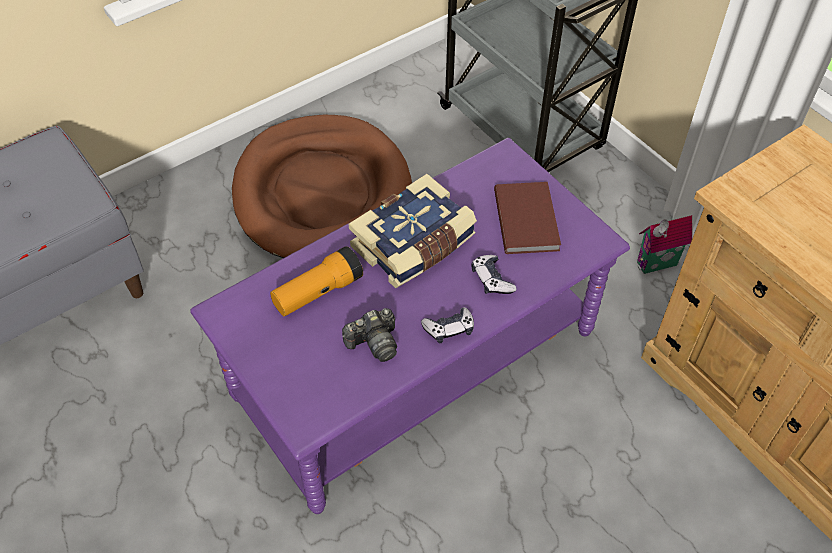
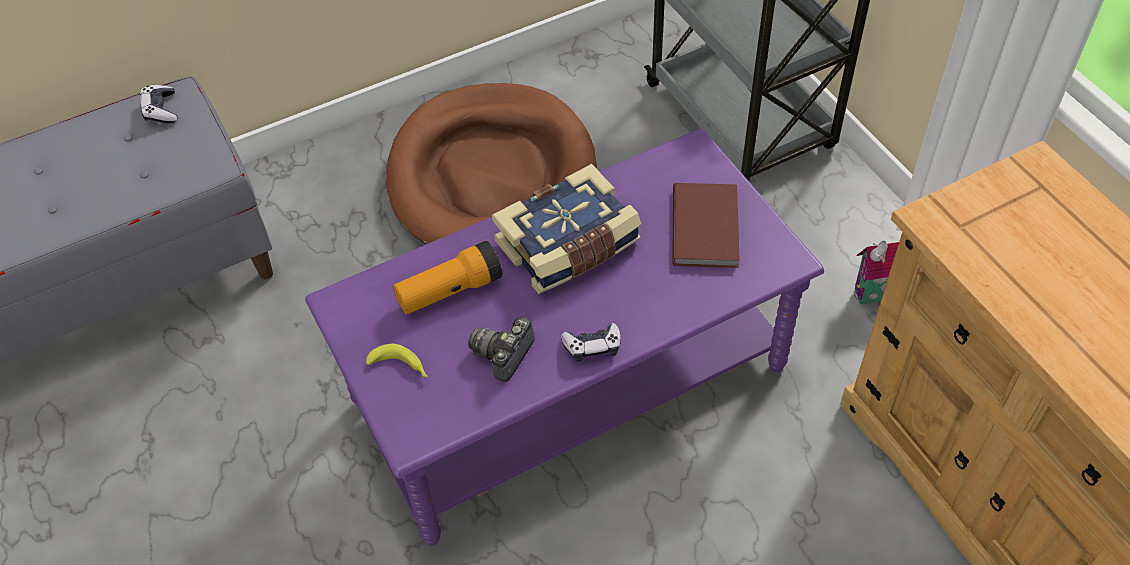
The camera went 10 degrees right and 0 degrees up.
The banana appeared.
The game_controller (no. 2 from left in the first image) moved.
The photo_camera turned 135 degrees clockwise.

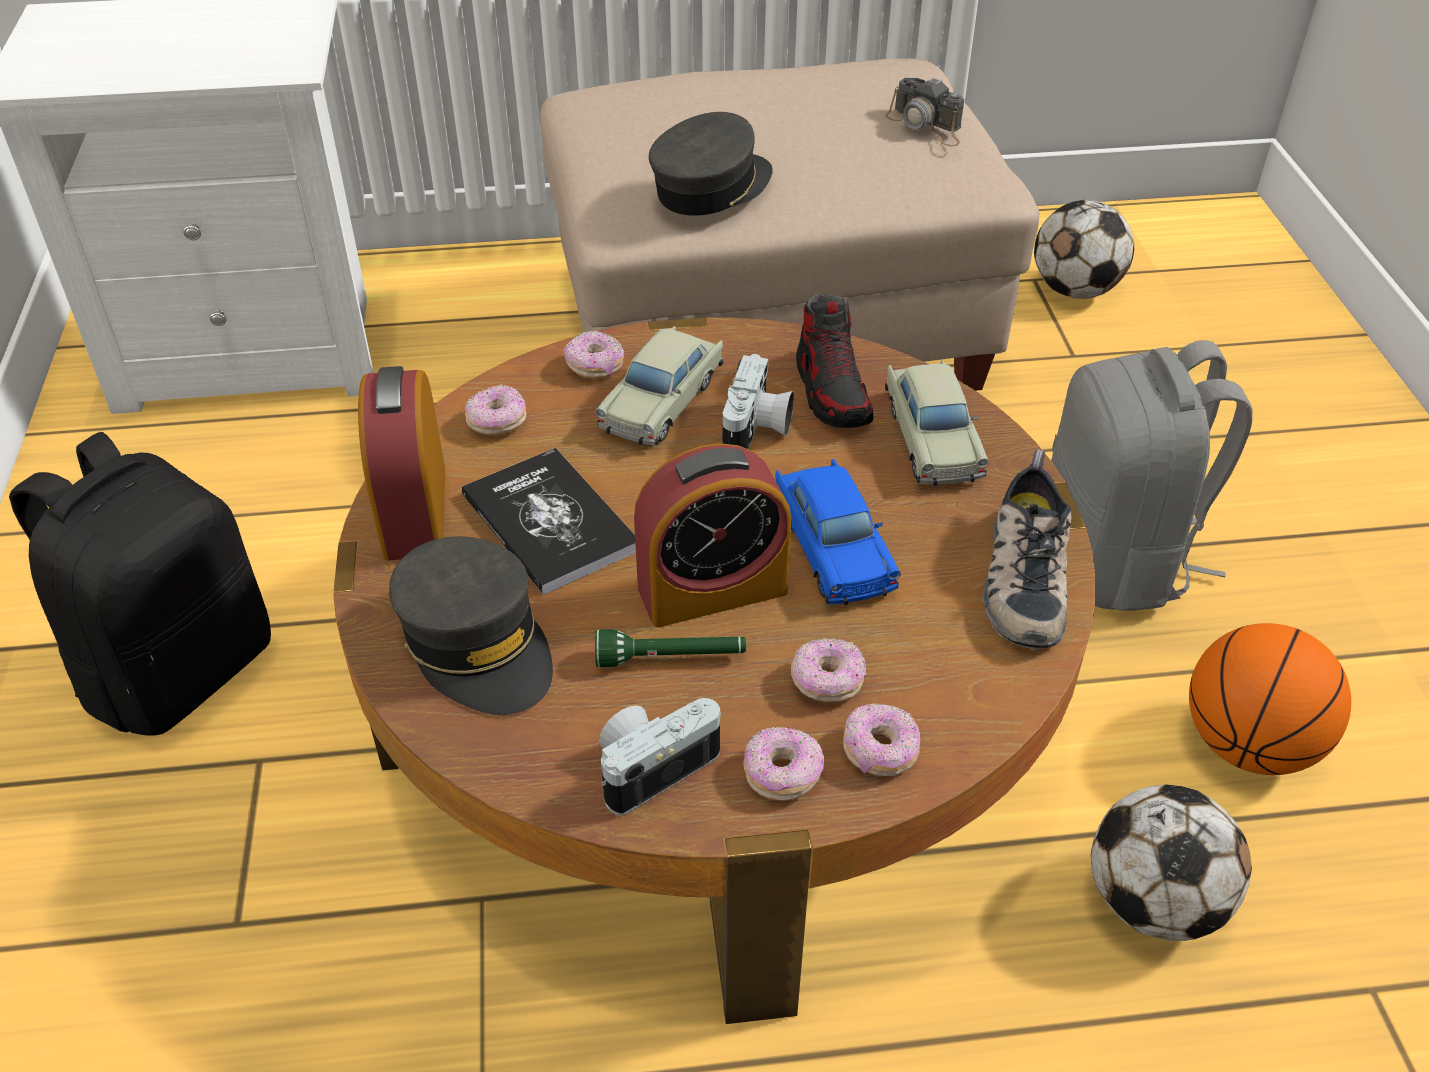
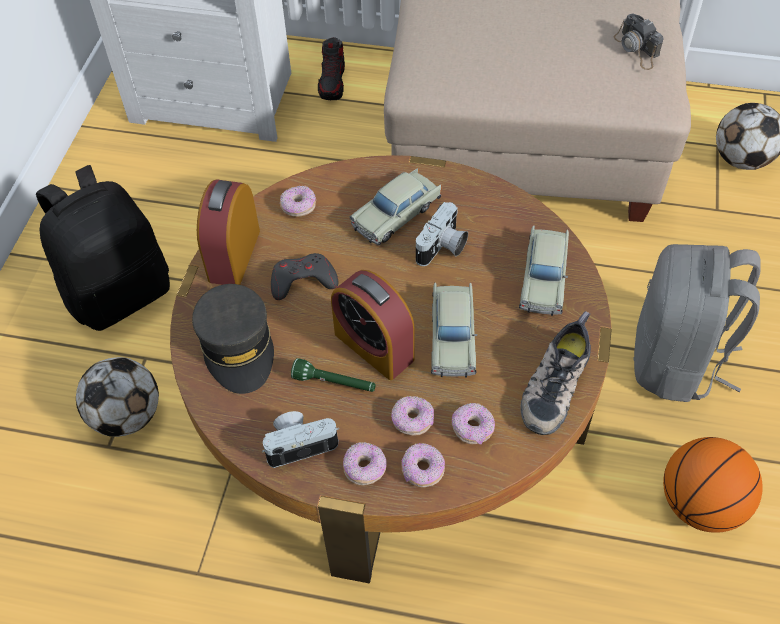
The camera went 20 degrees right and 10 degrees up.
The grey_cap (no. 2 from left) disappeared.
The donut (no. 2 from left in the first image) moved.
The shoe (no. 1 from left) moved.
The football (no. 2 from left in the first image) moved.
The book was replaced by the grey_game_controller.
The blue_toy_car became the beige_toy_car (no. 2 from left).
The alarm_clock (no. 2 from left) turned 45 degrees clockwise.

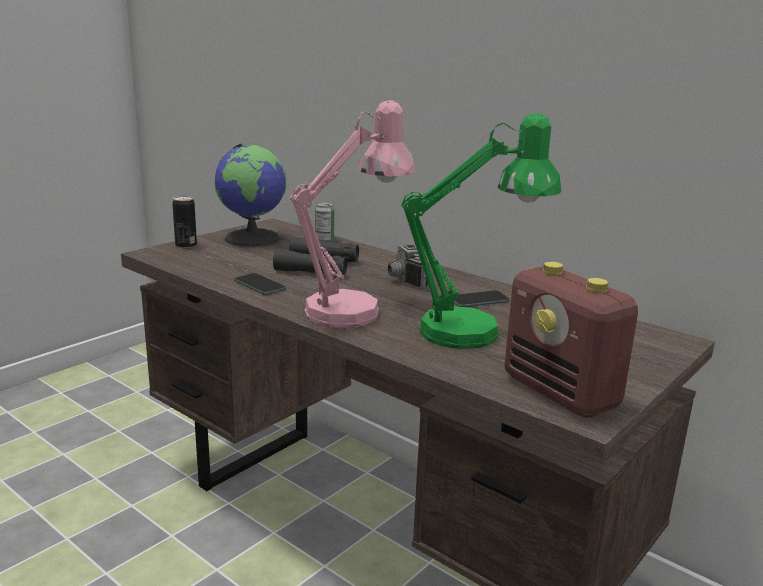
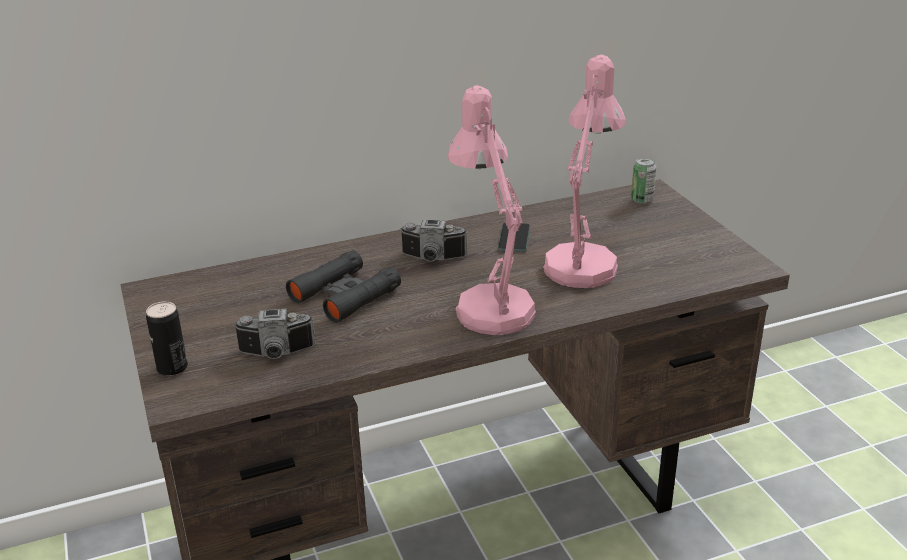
The camera went 60 degrees left and 10 degrees up.
The globe disappeared.
The phone (no. 1 from left) disappeared.
The radio disappeared.
The photo_camera (no. 1 from left) appeared.
The can (no. 2 from left) moved.
The green_table_lamp became the pink_table_lamp (no. 2 from left).

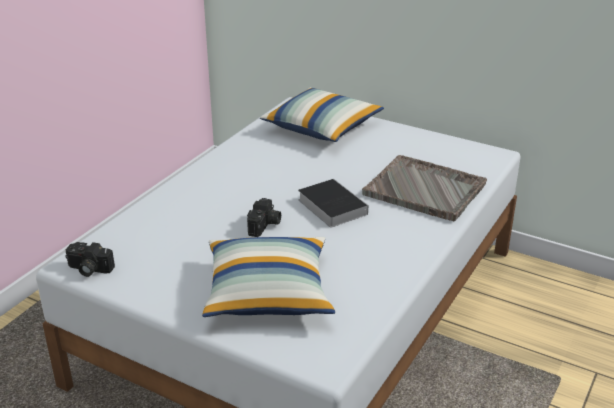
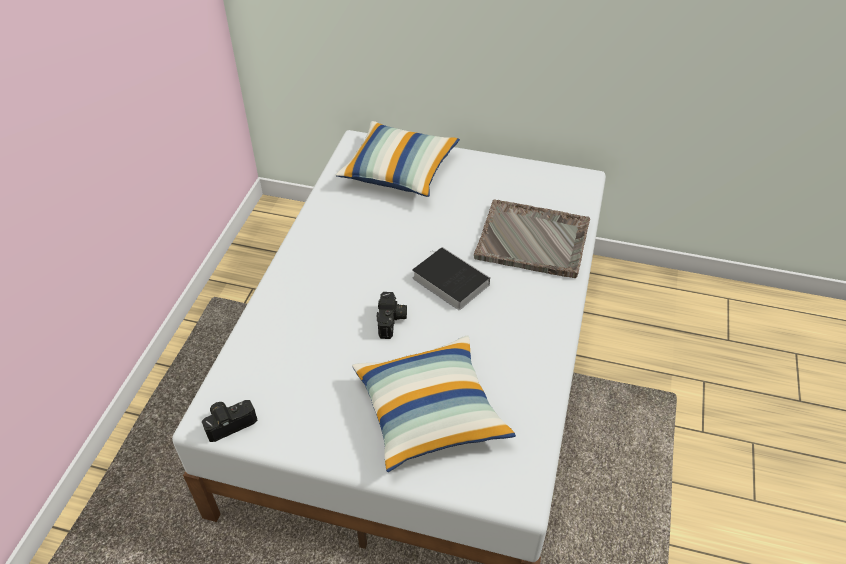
The camera went 15 degrees left and 15 degrees up.
The photo_camera (no. 1 from left) turned 150 degrees clockwise.

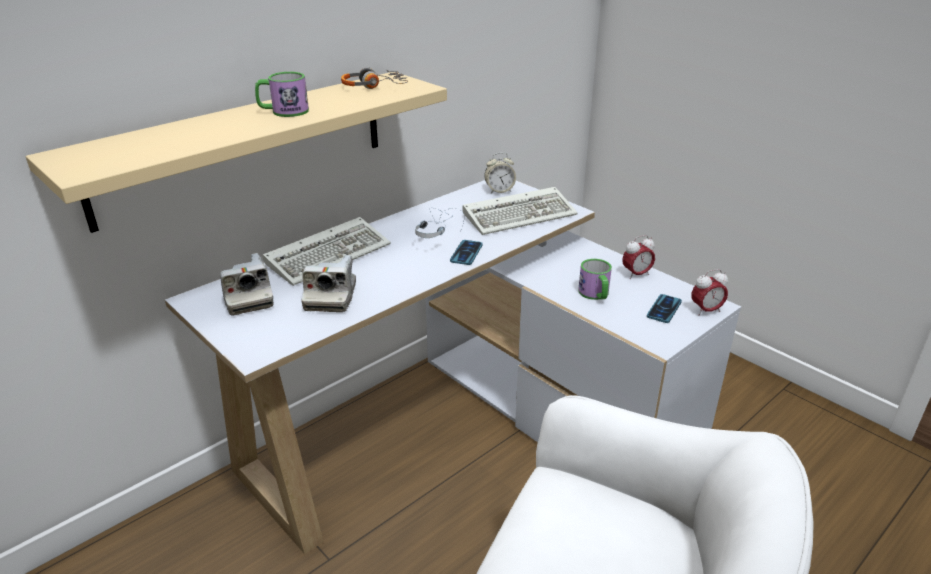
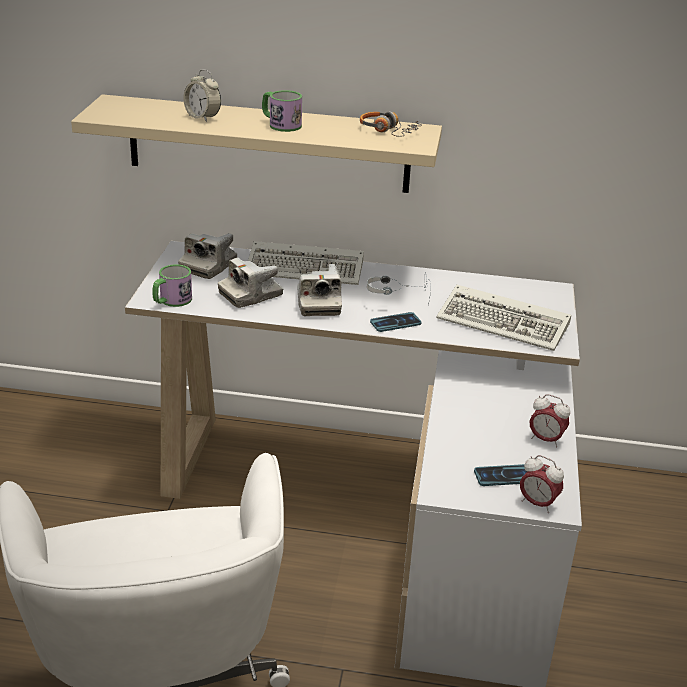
The camera went 50 degrees right and 0 degrees up.
The photo_camera (no. 3 from left) appeared.
The alarm_clock (no. 1 from left) moved.
The mug (no. 2 from left in the first image) moved.

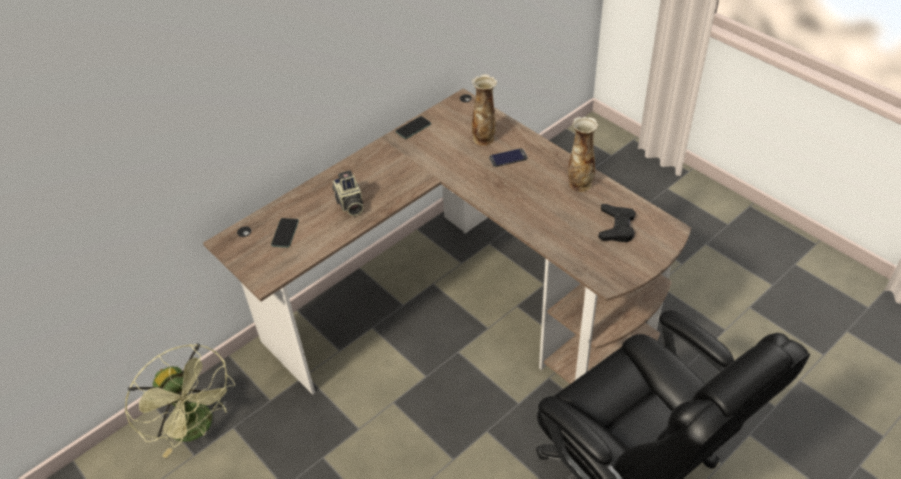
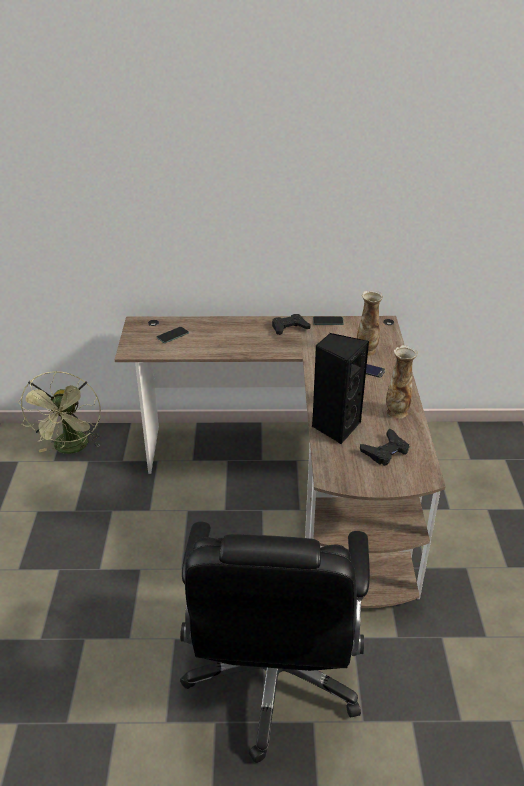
The camera went 40 degrees right and 10 degrees down.
The photo_camera disappeared.
The black_game_controller (no. 1 from left) appeared.
The black_speaker appeared.

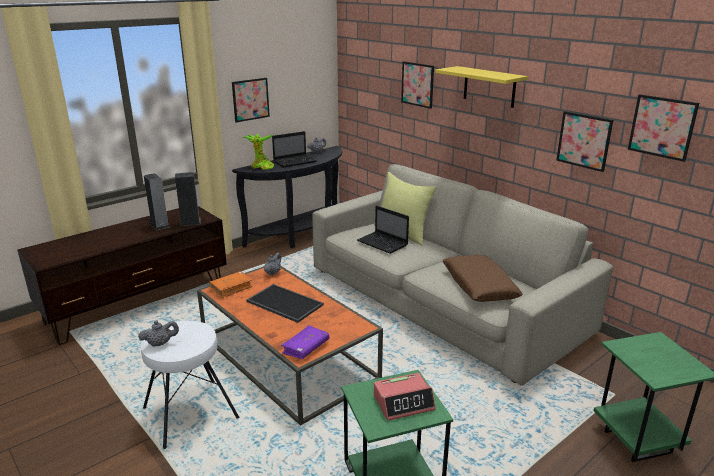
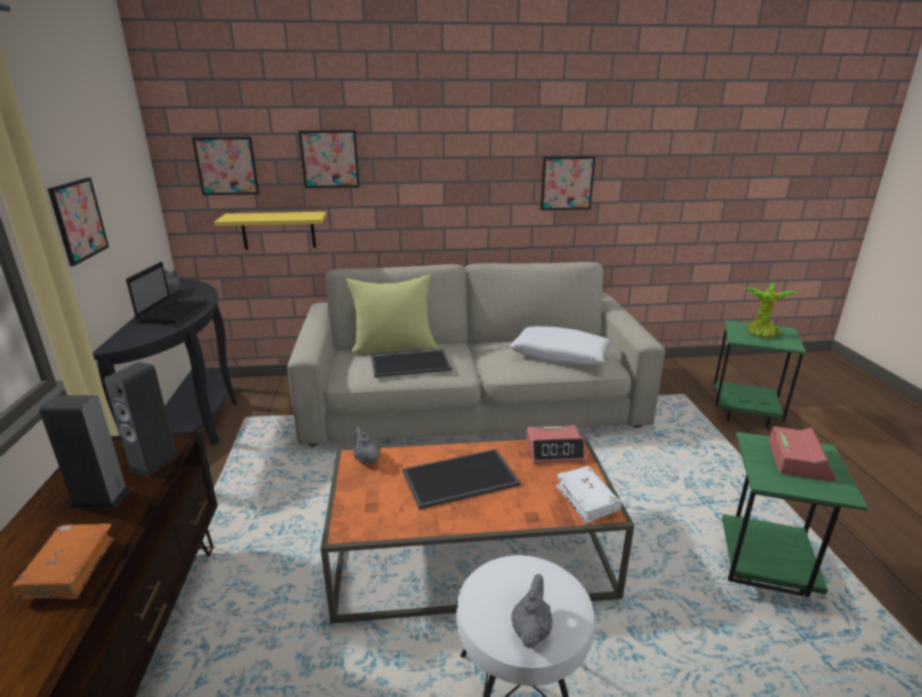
The camera went 55 degrees left and 0 degrees up.
The alarm_clock (no. 1 from left) appeared.
The orange_book moved.
The potted_plant moved.
The yellow_shelf moved.
The picture (no. 4 from left in the first image) moved.
The laptop (no. 2 from left) was replaced by the tray (no. 1 from left).
The purple_book became the white_book.
The brown_pillow became the white_pillow.

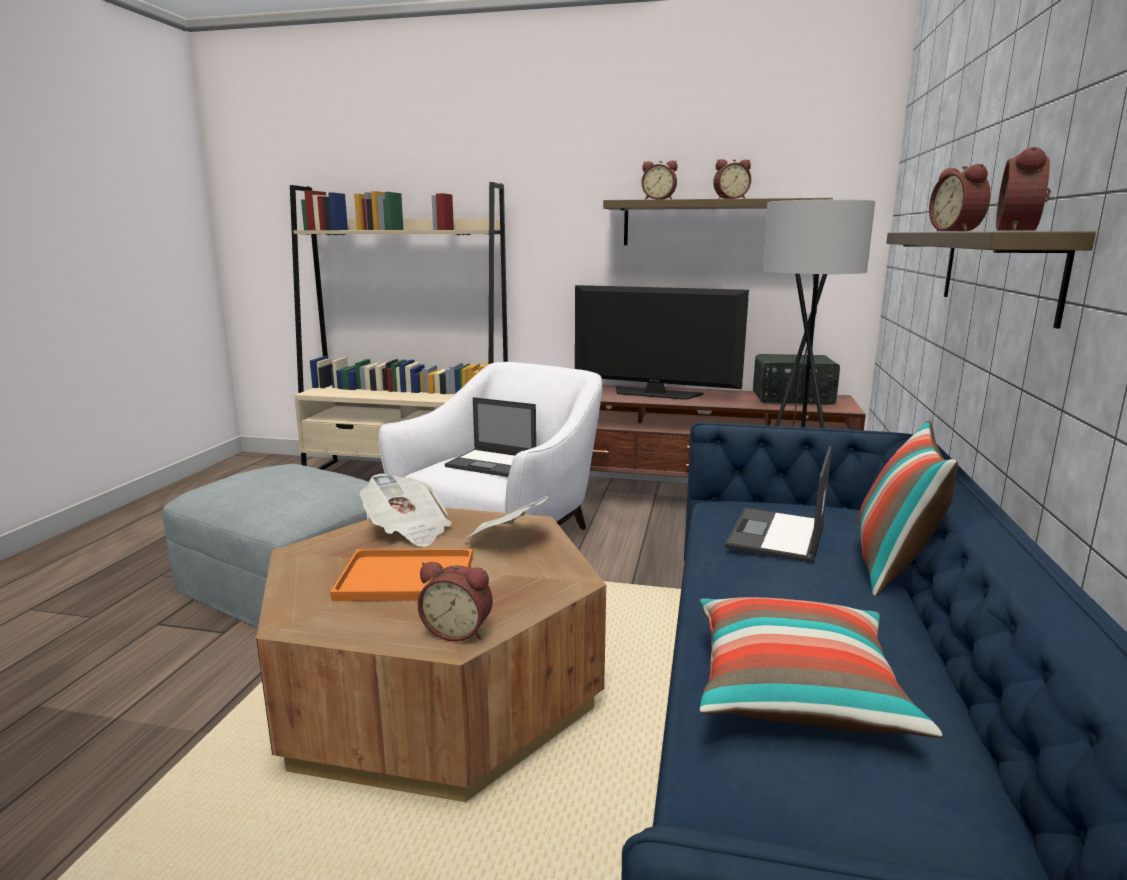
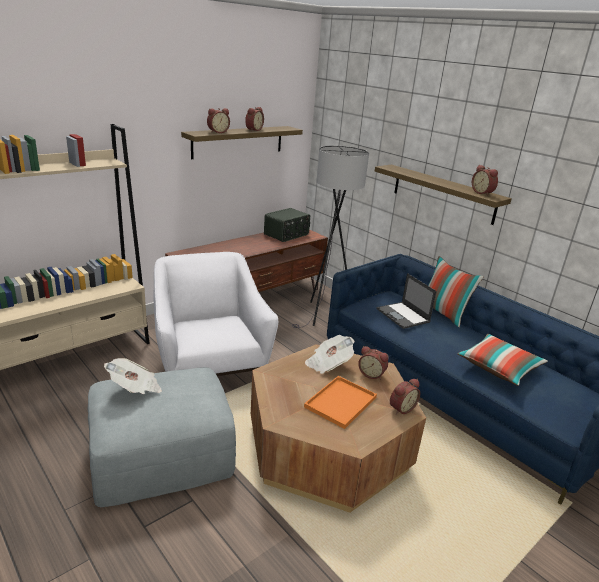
The camera went 55 degrees left and 10 degrees up.
The laptop (no. 1 from left) disappeared.
The television disappeared.
The newspaper (no. 1 from left) moved.
The alarm_clock (no. 4 from left in the first image) moved.

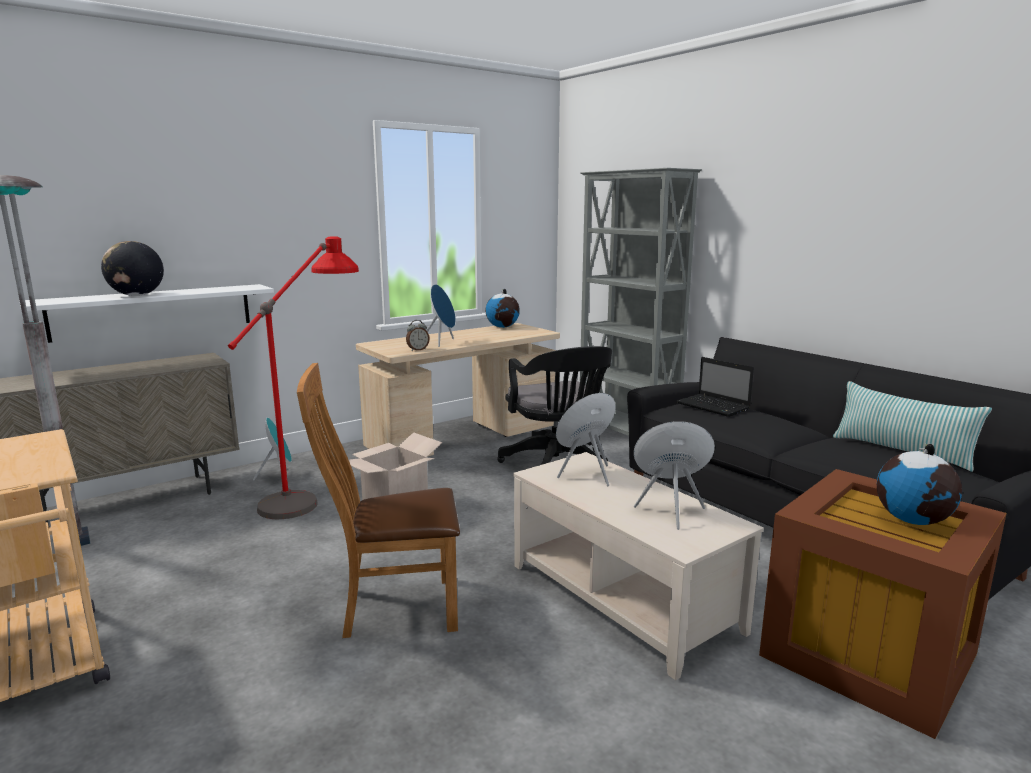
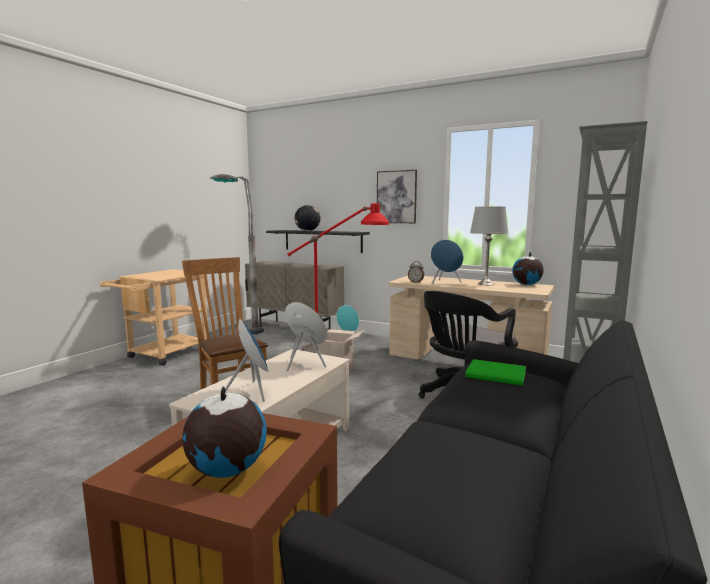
The camera went 65 degrees right and 5 degrees down.
The pillow disappeared.
The picture appeared.
The grey_table_lamp appeared.
The laptop was replaced by the green_book.
The white_shelf became the black_shelf.

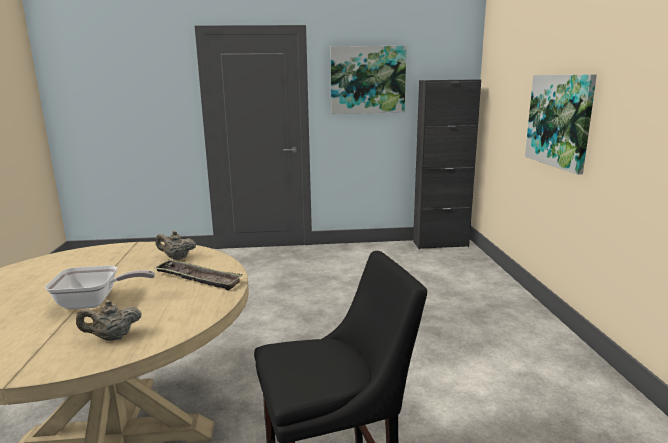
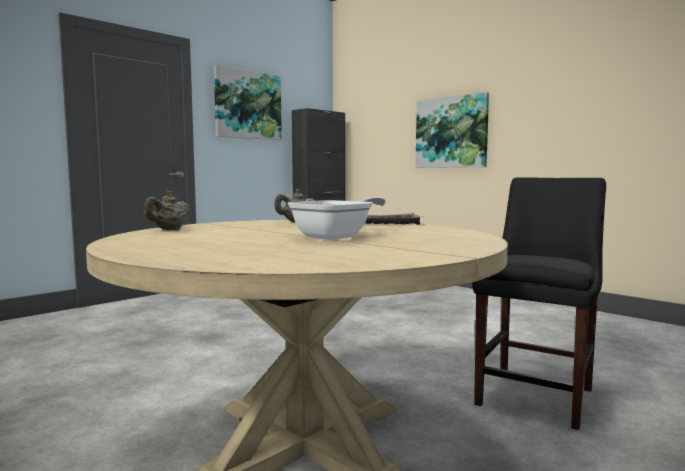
The camera went 40 degrees left and 10 degrees down.
The beige_teapot (no. 1 from left) moved.

